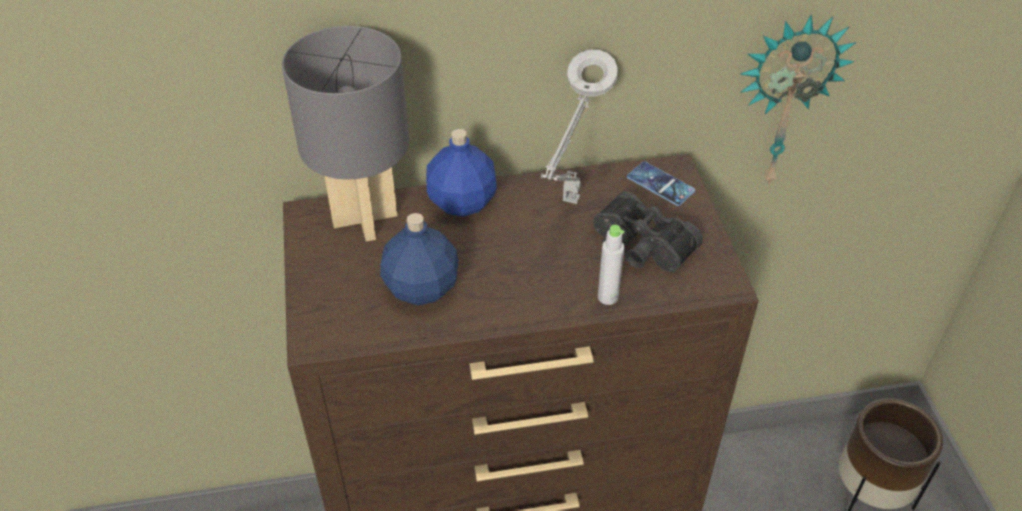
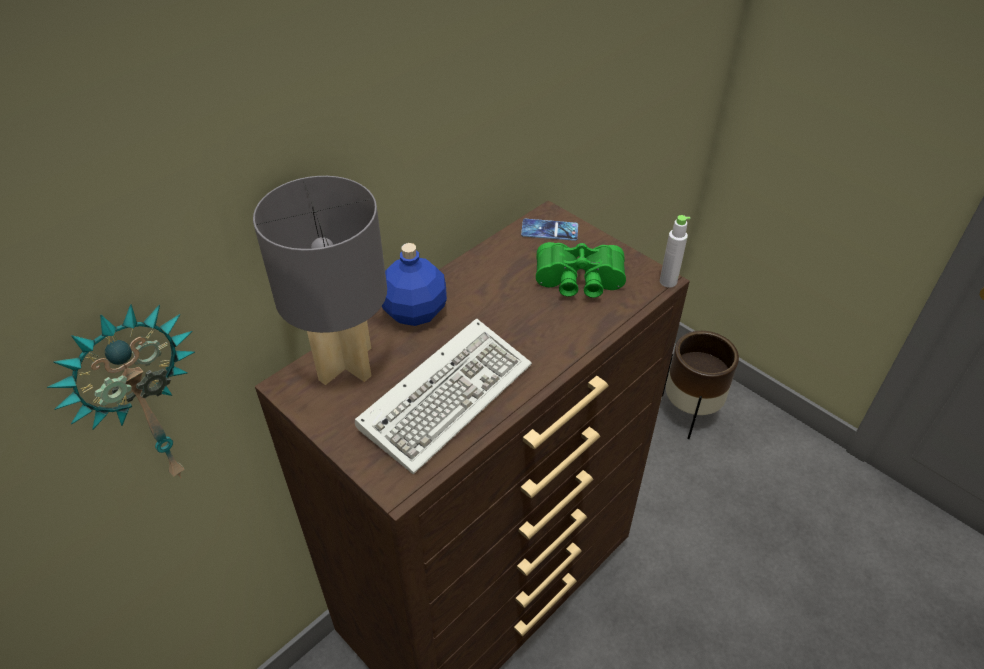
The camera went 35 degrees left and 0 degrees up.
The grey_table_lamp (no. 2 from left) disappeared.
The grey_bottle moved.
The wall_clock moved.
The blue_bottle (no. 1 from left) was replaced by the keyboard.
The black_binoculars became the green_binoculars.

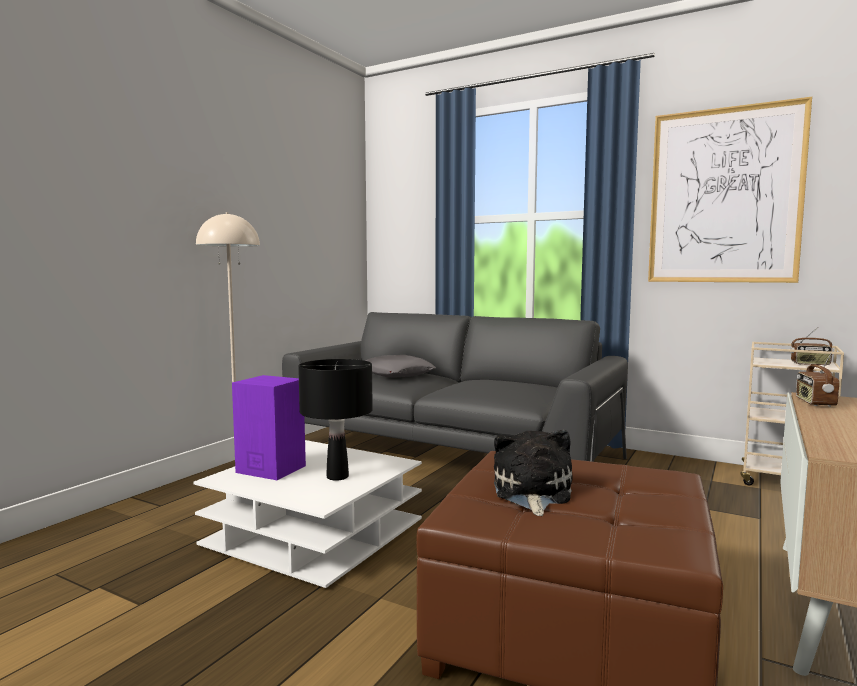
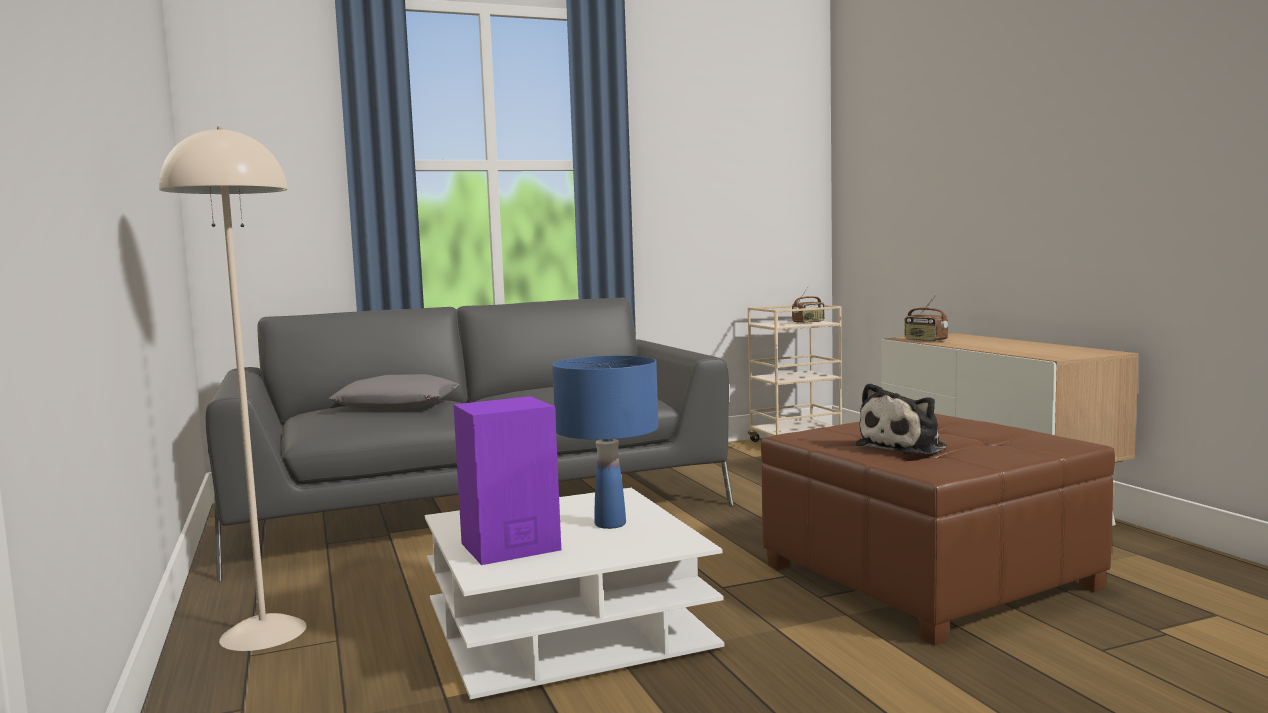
The camera went 50 degrees left and 0 degrees up.
The picture disappeared.
The black_table_lamp became the blue_table_lamp.
The plush_toy turned 90 degrees counterclockwise.

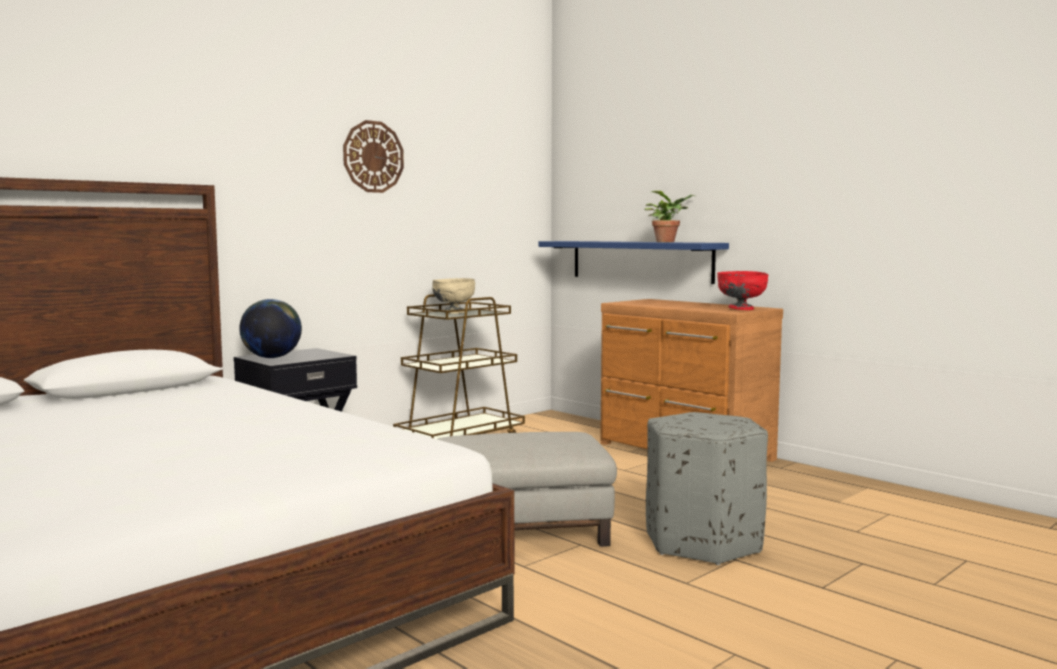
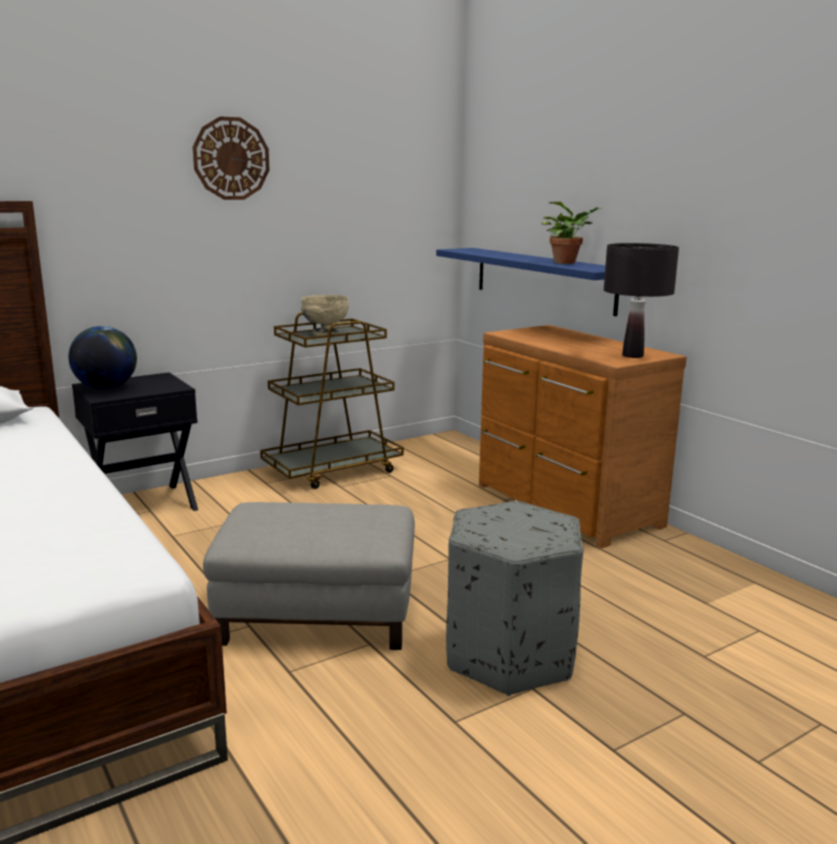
The camera went 10 degrees right and 10 degrees up.
The red_bowl was replaced by the black_table_lamp.

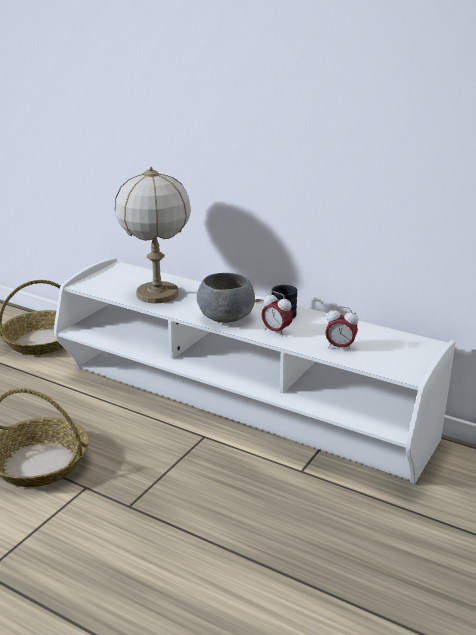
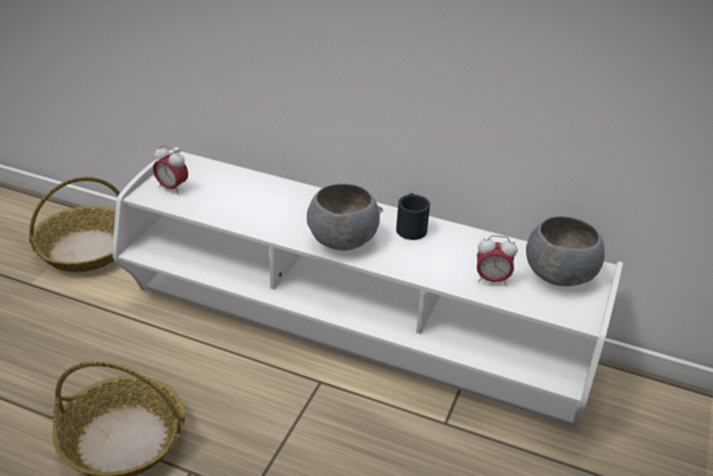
The camera went 10 degrees left and 10 degrees up.
The table_lamp disappeared.
The grey_bowl (no. 2 from left) appeared.
The alarm_clock (no. 1 from left) moved.

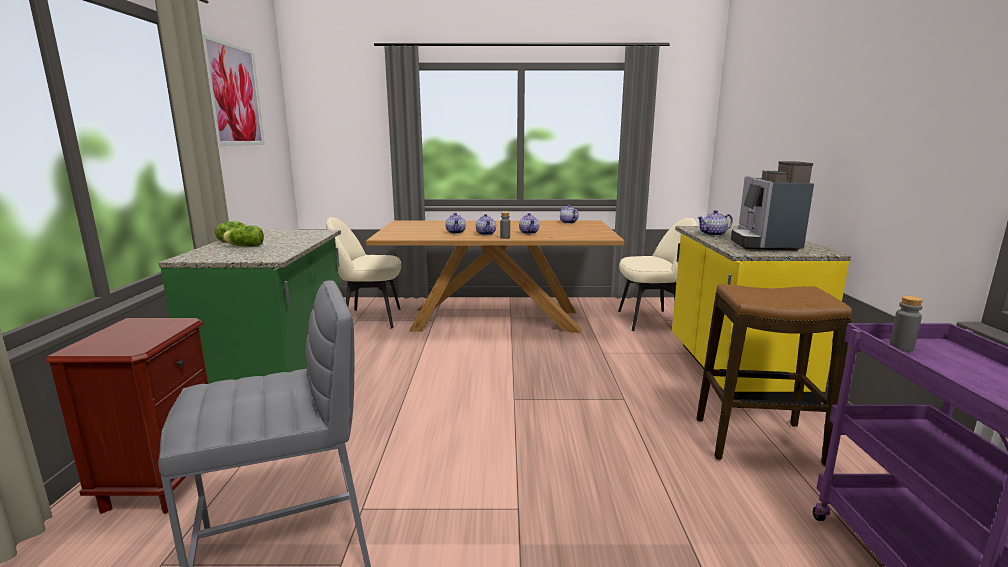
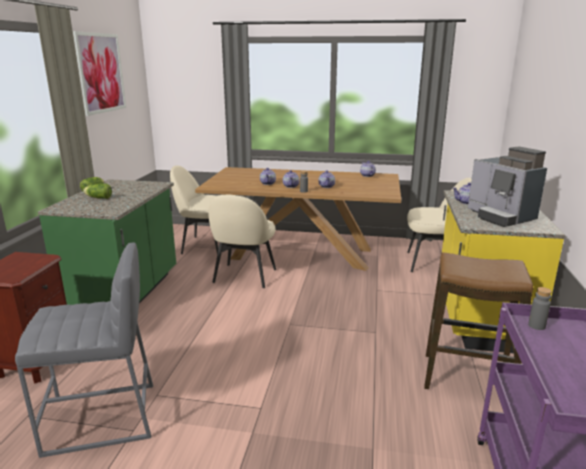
The camera went 10 degrees right and 5 degrees up.
The beige_chair (no. 2 from left) appeared.
The coffee_machine turned 45 degrees counterclockwise.

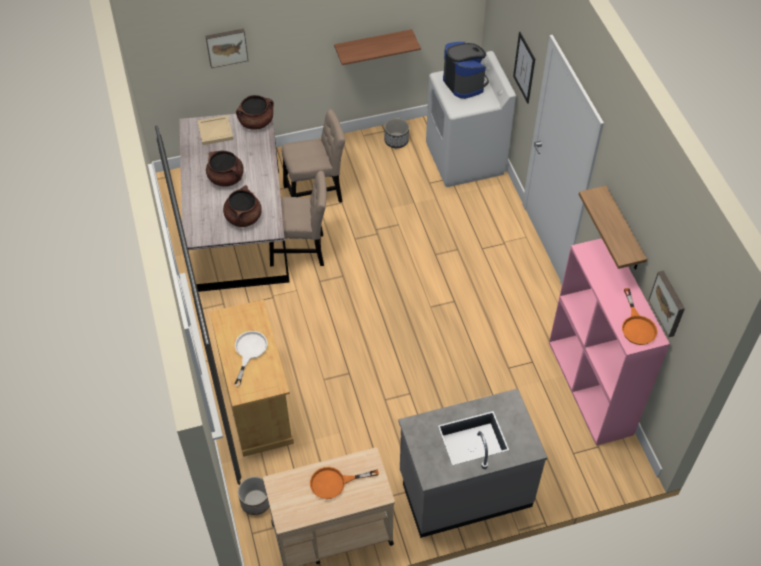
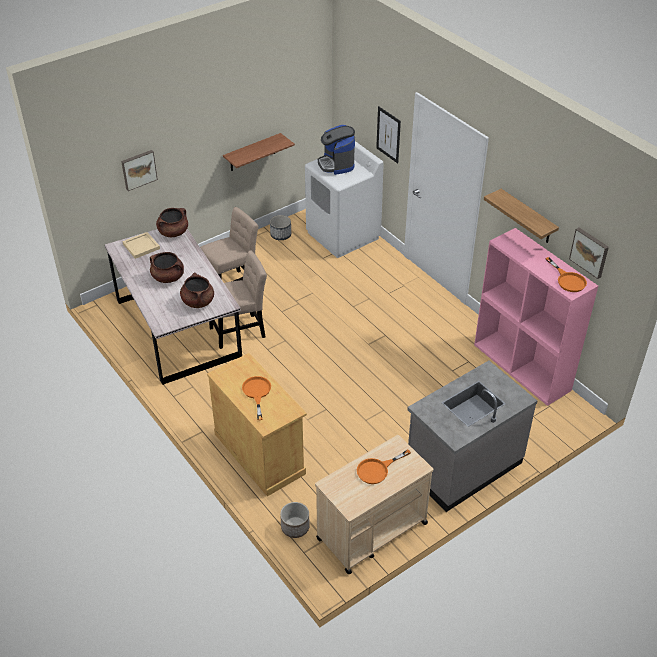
The camera went 20 degrees left and 10 degrees down.
The white_frying_pan became the orange_frying_pan (no. 1 from left).
The coffee_machine turned 150 degrees counterclockwise.

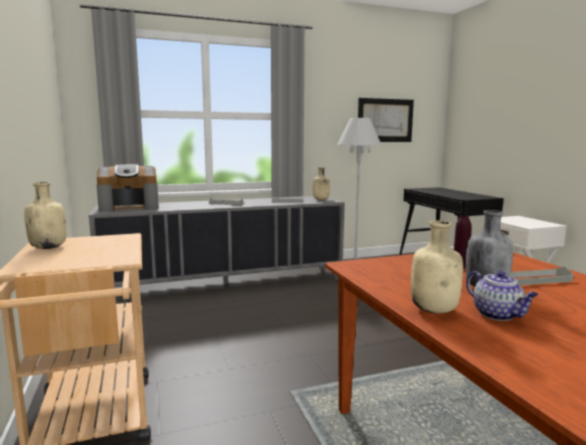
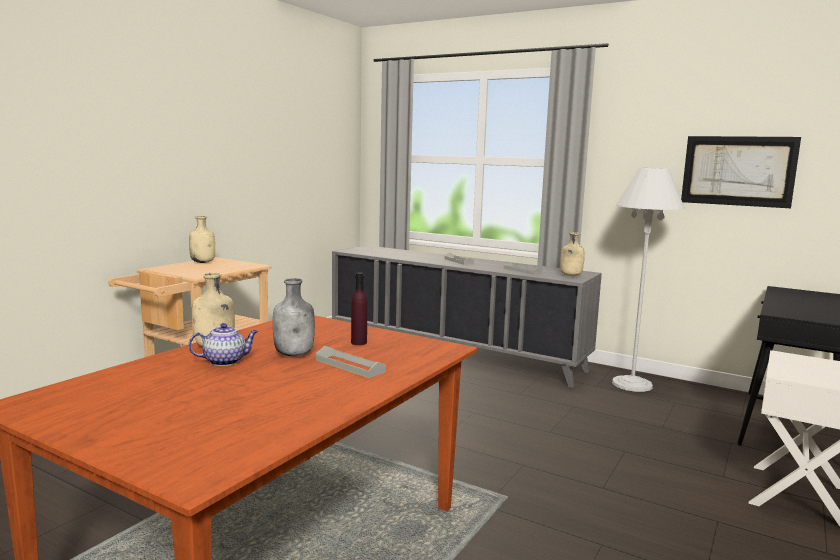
The camera went 50 degrees right and 0 degrees up.
The coffee_machine disappeared.
The teapot turned 135 degrees counterclockwise.

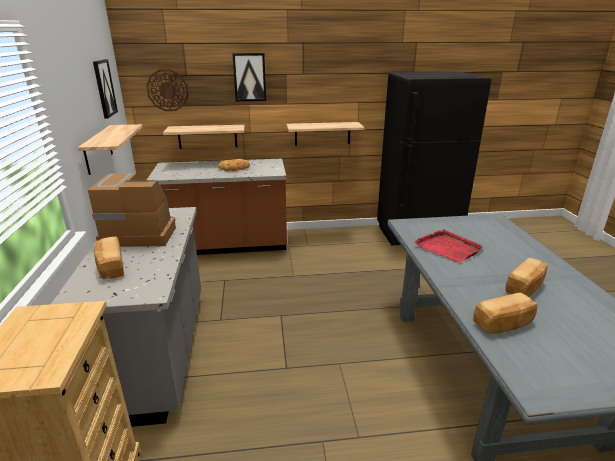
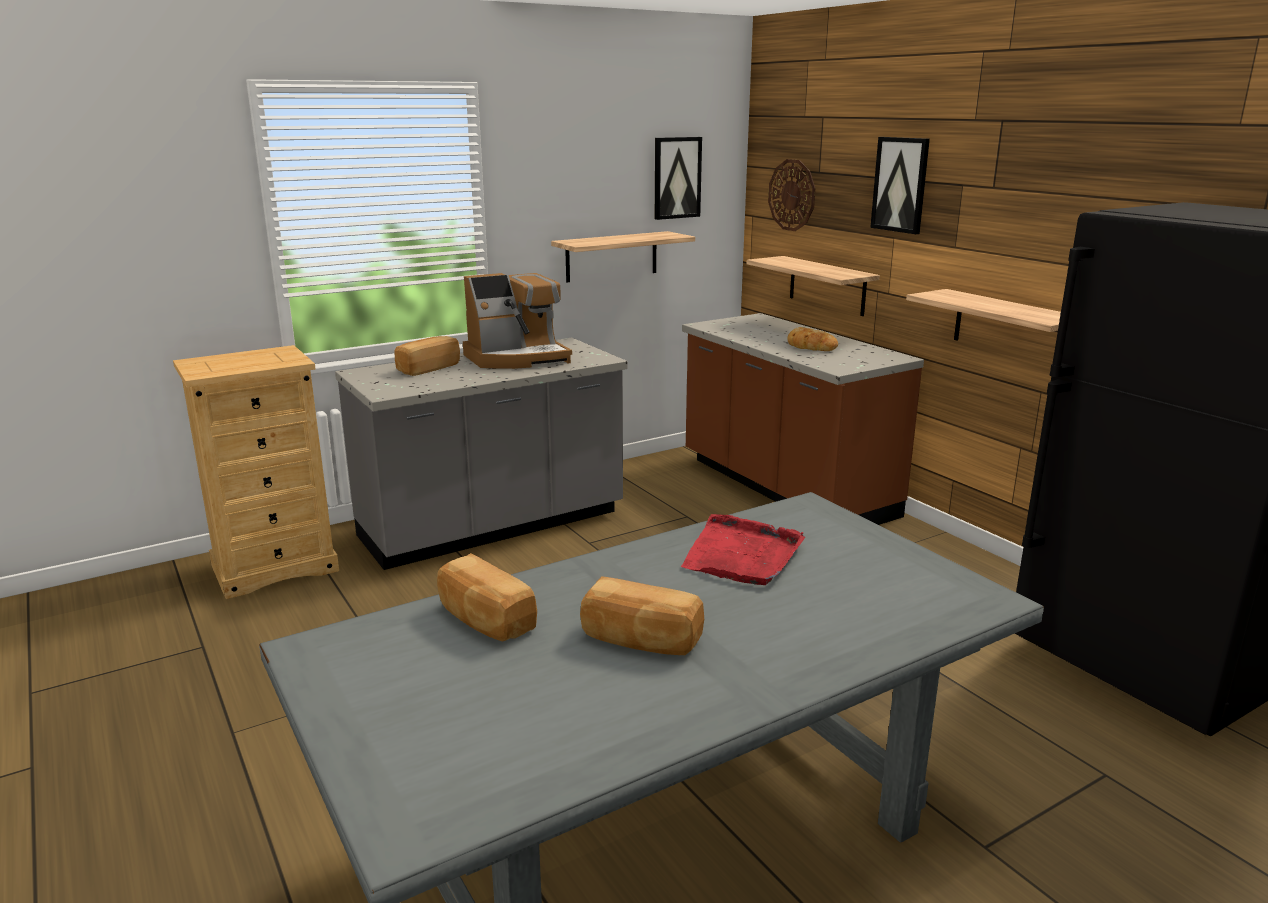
The camera went 65 degrees right and 5 degrees down.
The coffee_machine turned 90 degrees clockwise.

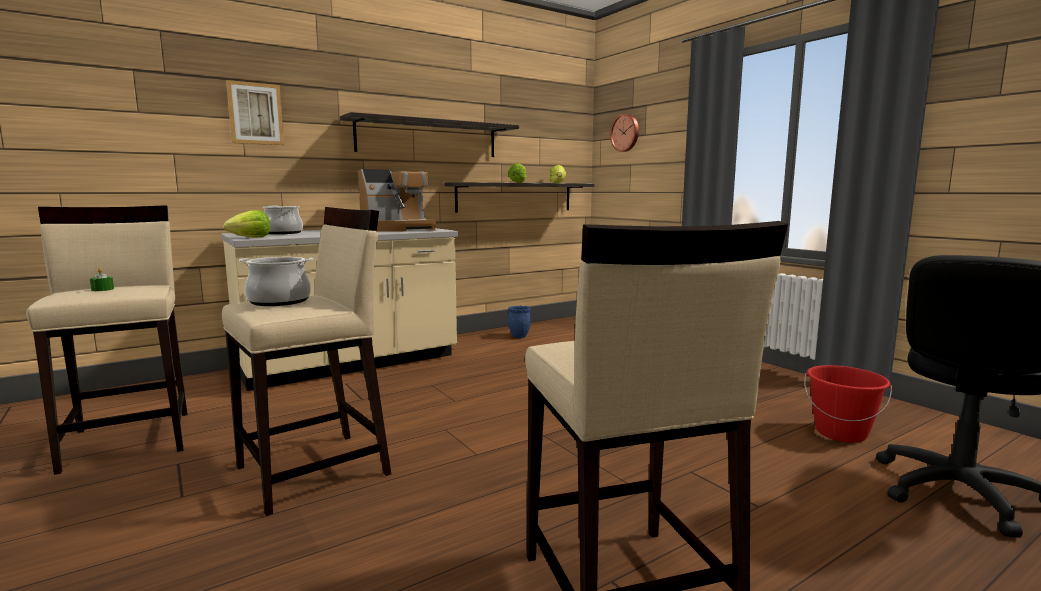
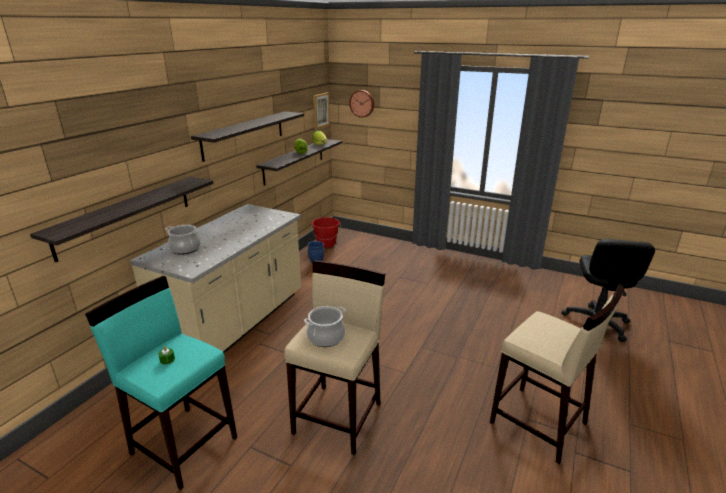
The camera went 30 degrees left and 15 degrees up.
The lettuce (no. 1 from left) disappeared.
The coffee_machine disappeared.
The shelf (no. 1 from left) appeared.
The picture moved.
The red_bucket moved.
The beige_stool (no. 1 from left) became the turquoise_stool.

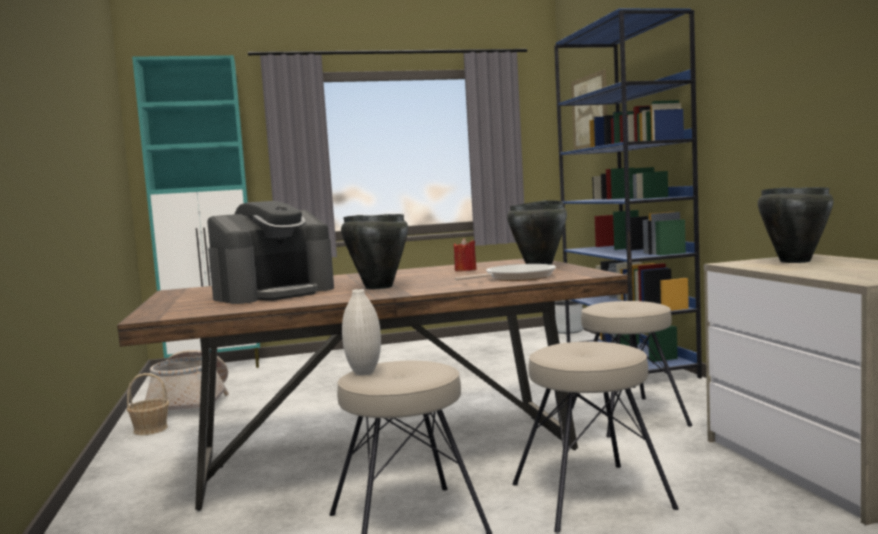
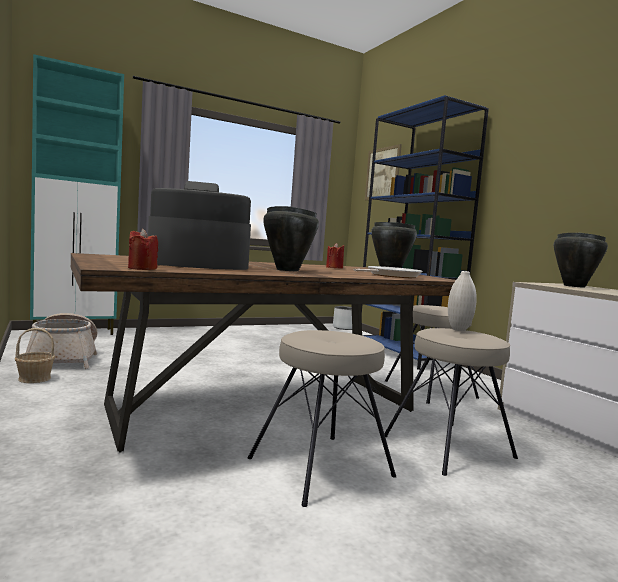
The camera went 15 degrees left and 0 degrees up.
The red_candle (no. 1 from left) appeared.
The white_vase moved.
The coffee_machine turned 135 degrees counterclockwise.

